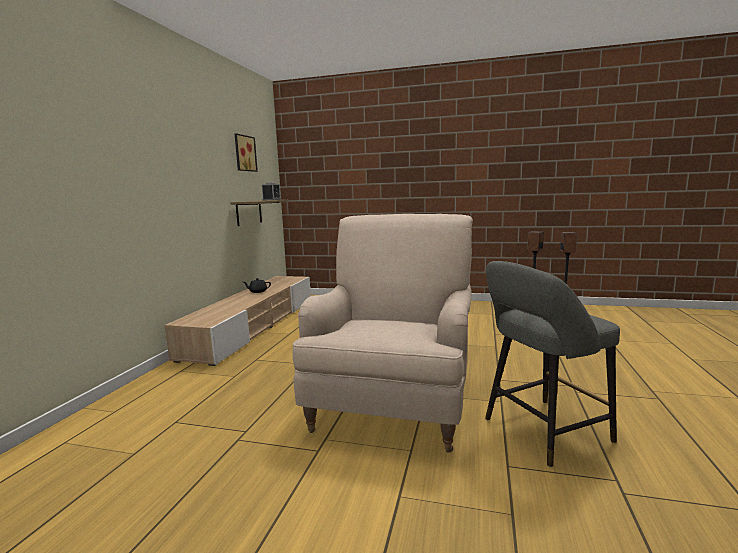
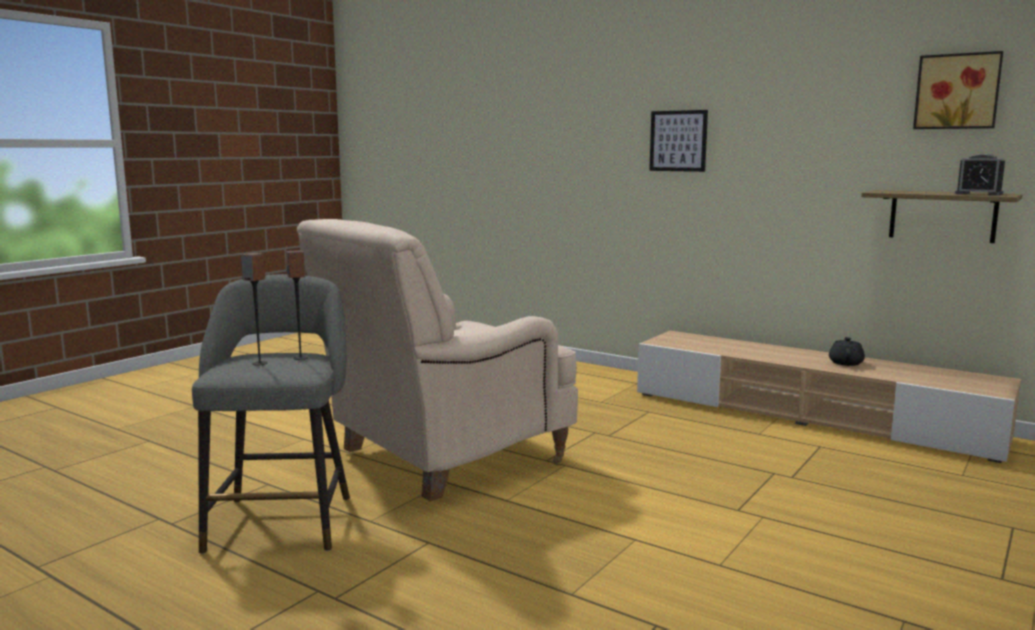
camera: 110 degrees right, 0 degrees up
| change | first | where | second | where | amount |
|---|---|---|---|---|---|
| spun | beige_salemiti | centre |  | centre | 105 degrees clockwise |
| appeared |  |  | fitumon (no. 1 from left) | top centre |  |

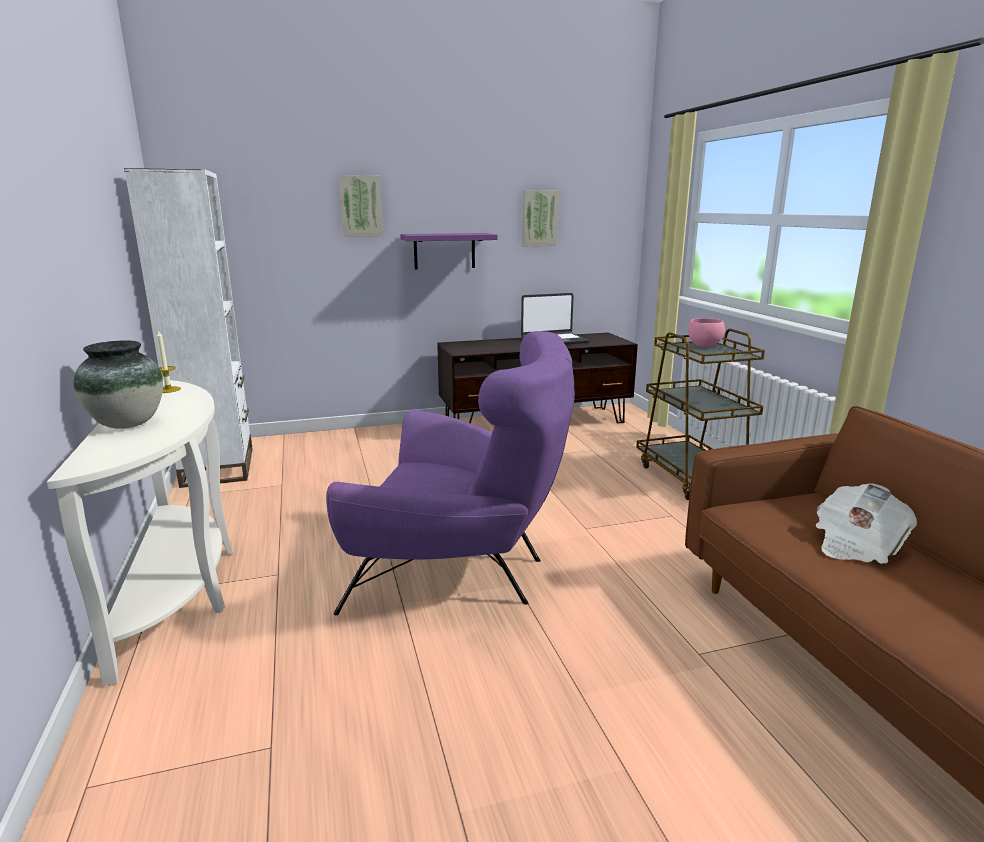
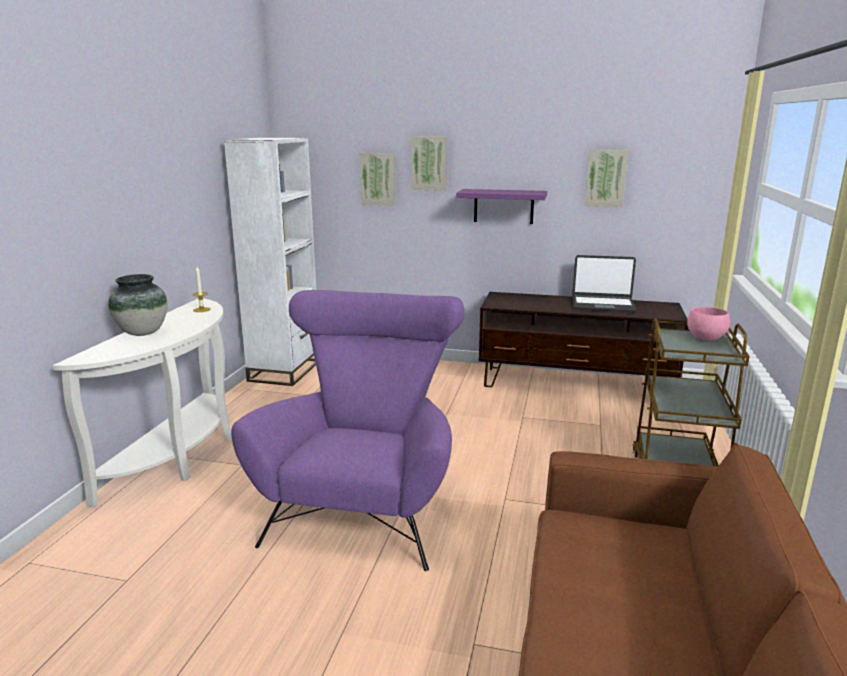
camera: 30 degrees right, 0 degrees up
| change | first | where | second | where | amount |
|---|---|---|---|---|---|
| spun | purple_salemiti | centre |  | centre | 120 degrees counterclockwise |
| appeared |  |  | fitumon (no. 1 from left) | top centre |  |
| missing | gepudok | middle right |  |  |  |

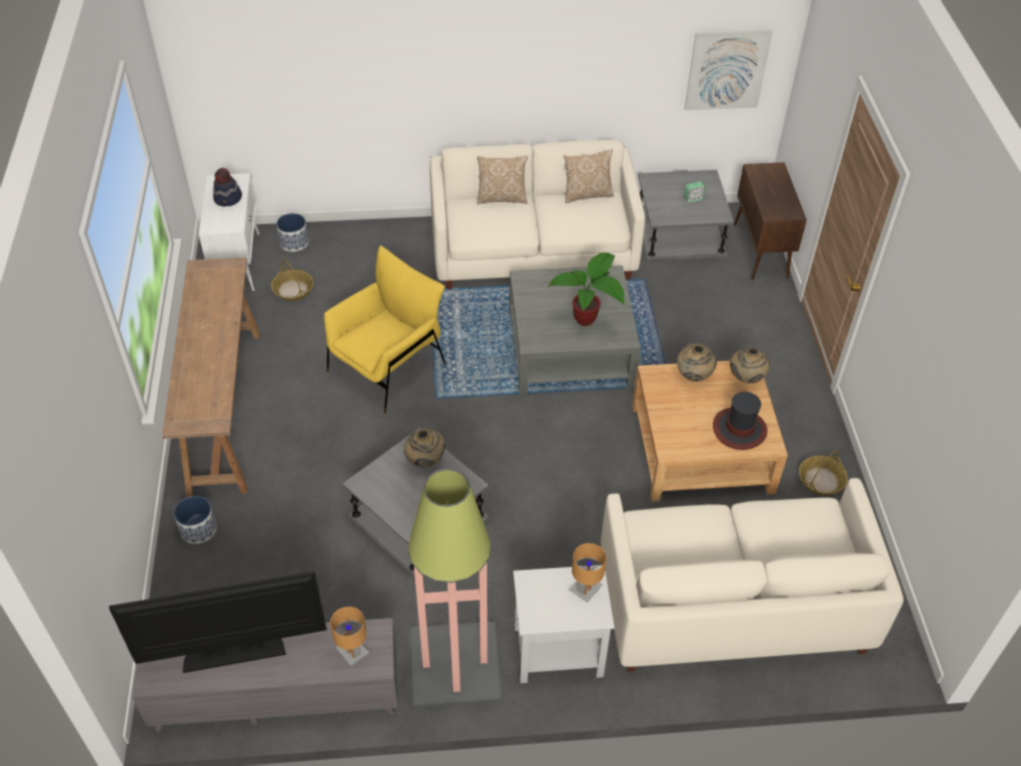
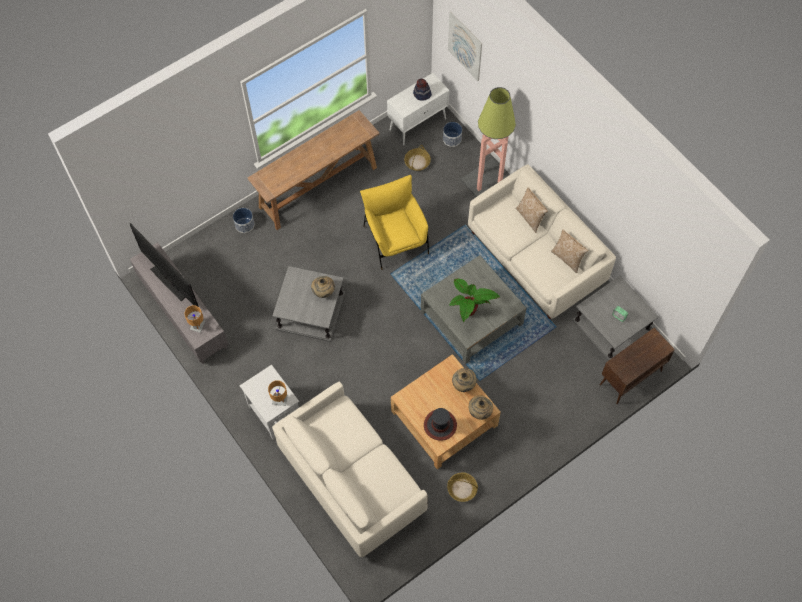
camera: 60 degrees right, 15 degrees up
| change | first | where | second | where | amount |
|---|---|---|---|---|---|
| spun | yellow_salemiti | centre |  | centre | 120 degrees counterclockwise |
| relocated | fitumon | top right |  | top centre |  |
| relocated | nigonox | bottom centre |  | top centre |  |

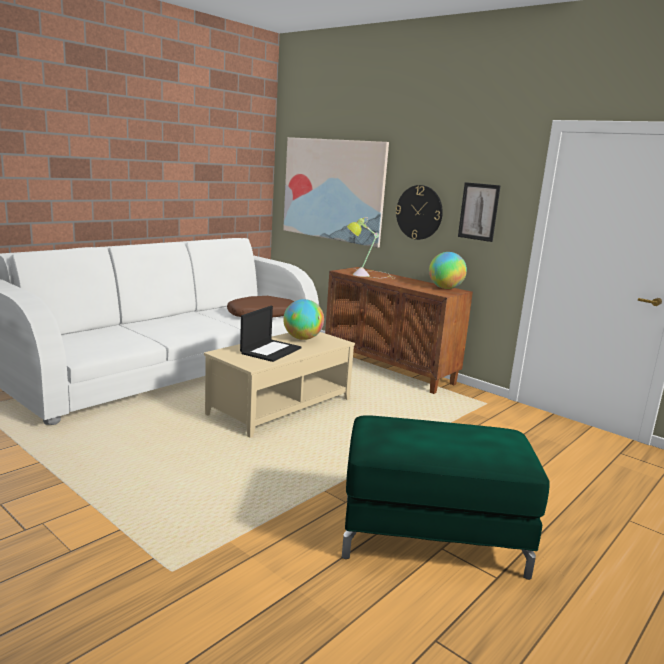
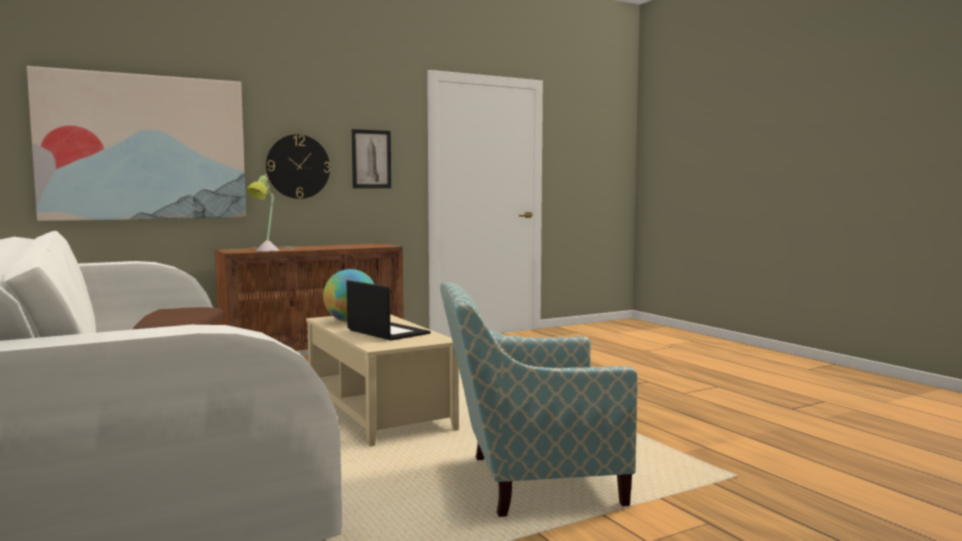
camera: 70 degrees left, 10 degrees down
| change | first | where | second | where | amount |
|---|---|---|---|---|---|
| appeared |  |  | salemiti | bottom centre |  |
| missing | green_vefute | bottom right |  |  |  |
| missing | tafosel (no. 2 from left) | middle right |  |  |  |

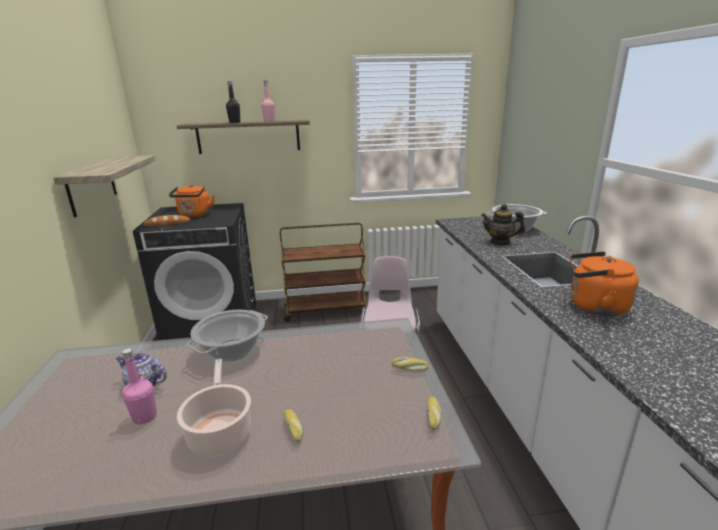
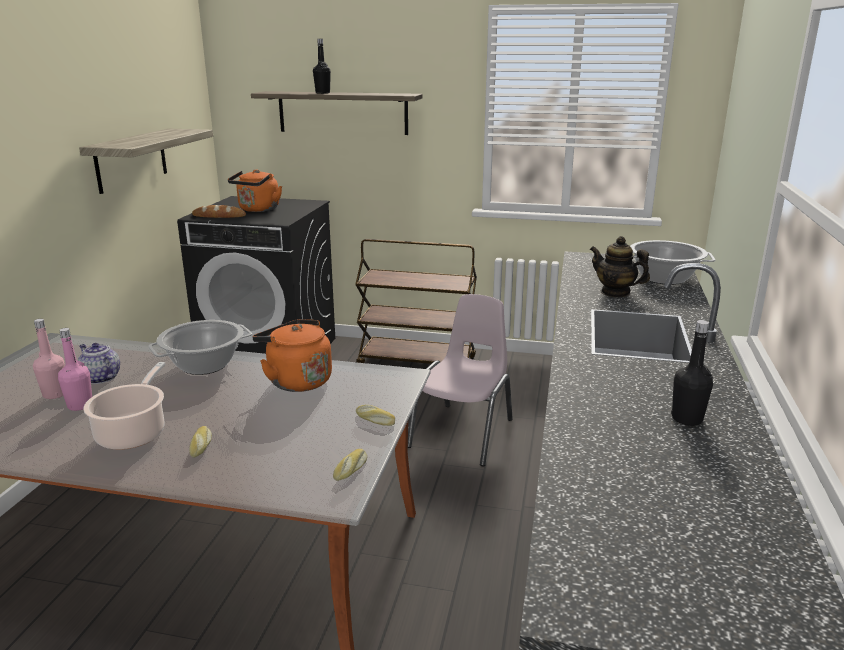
camera: 20 degrees right, 0 degrees up
| change | first | where | second | where | amount |
|---|---|---|---|---|---|
| relocated | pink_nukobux (no. 2 from left in the first image) | top centre | pink_nukobux (no. 1 from left) | middle left |  |
| relocated | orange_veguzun (no. 2 from left) | middle right |  | centre |  |
| appeared |  |  | black_nukobux (no. 2 from left) | middle right |  |

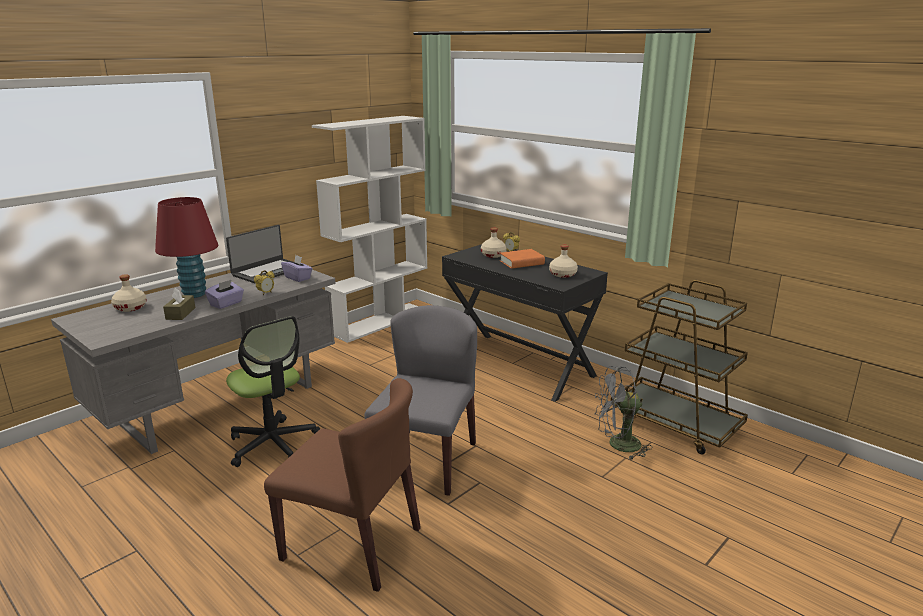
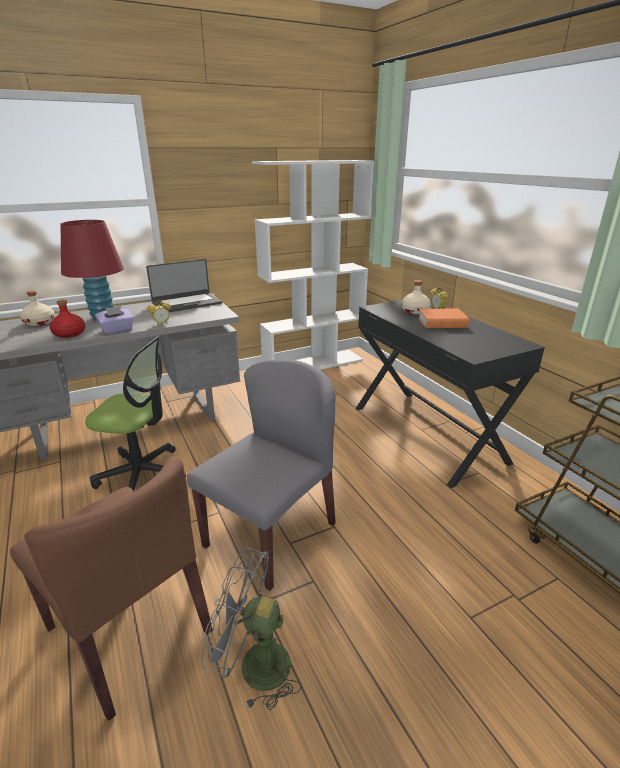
camera: 20 degrees right, 5 degrees up
| change | first | where | second | where | amount |
|---|---|---|---|---|---|
| exchanged | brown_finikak | middle left | red_nukobux | middle left |  |
| spun | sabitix | middle left |  | middle left | 60 degrees counterclockwise |
| relocated | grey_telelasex | bottom right |  | bottom centre |  |
| missing | purple_finikak (no. 2 from left) | middle left |  |  |  |
| missing | beige_nukobux (no. 3 from left) | centre |  |  |  |

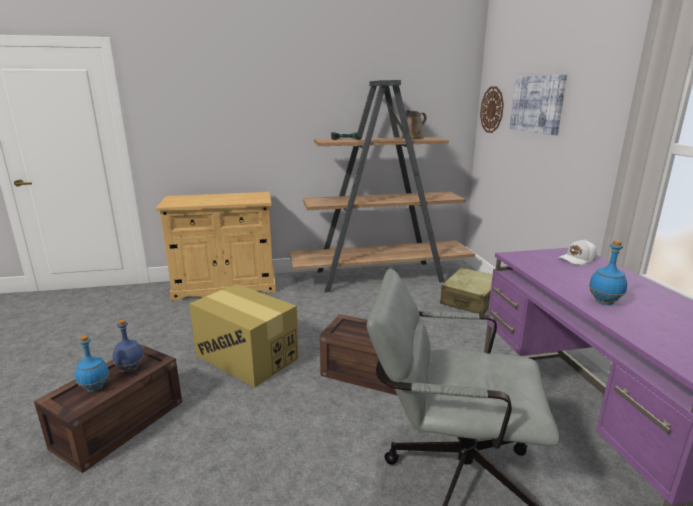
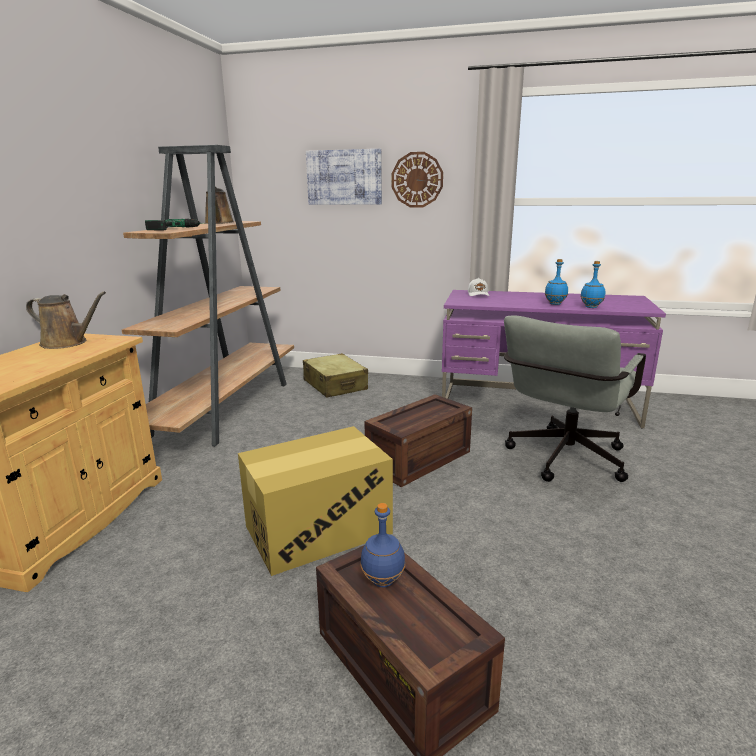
camera: 65 degrees left, 0 degrees up
| change | first | where | second | where | amount |
|---|---|---|---|---|---|
| appeared |  |  | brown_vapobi (no. 1 from left) | middle left |  |
| relocated | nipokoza | top right |  | top centre |  |
| relocated | blue_nukobux (no. 1 from left in the first image) | bottom left | blue_nukobux (no. 3 from left) | middle right |  |

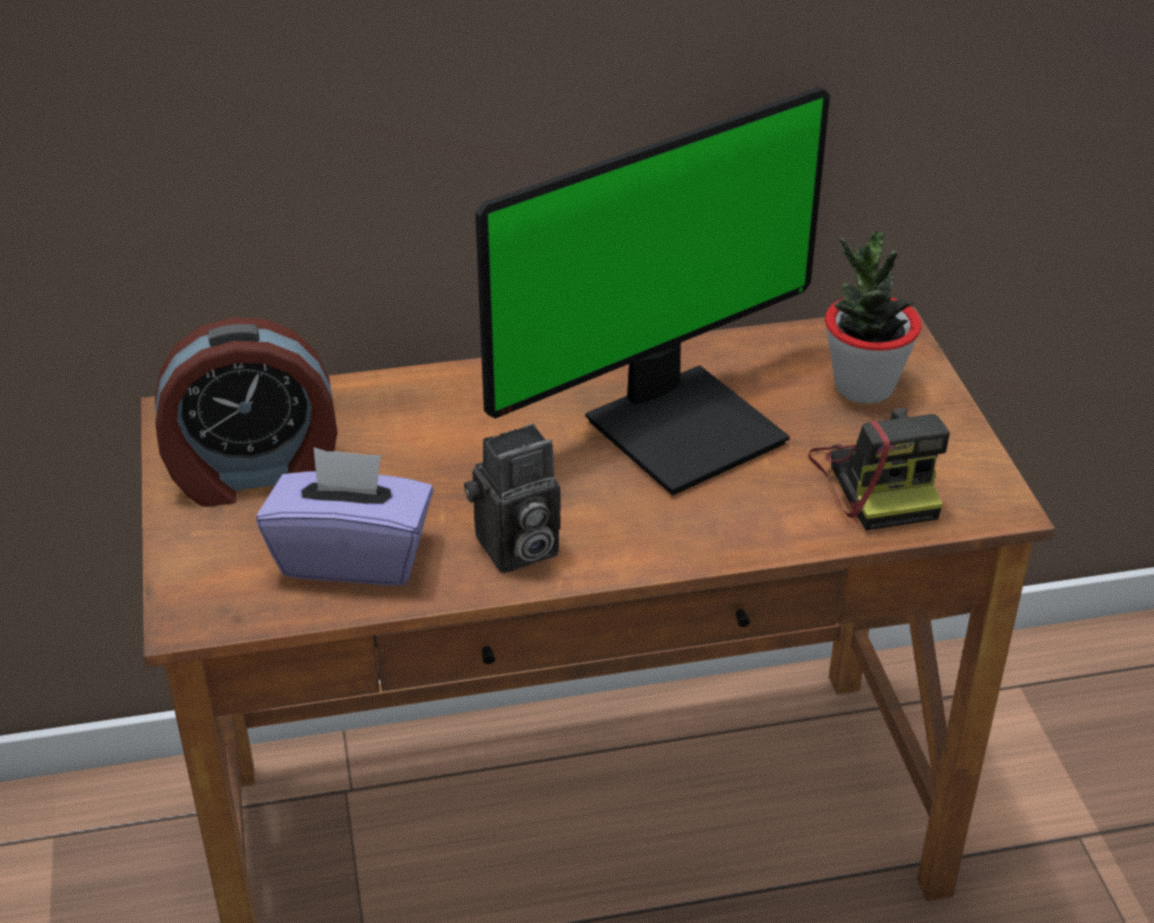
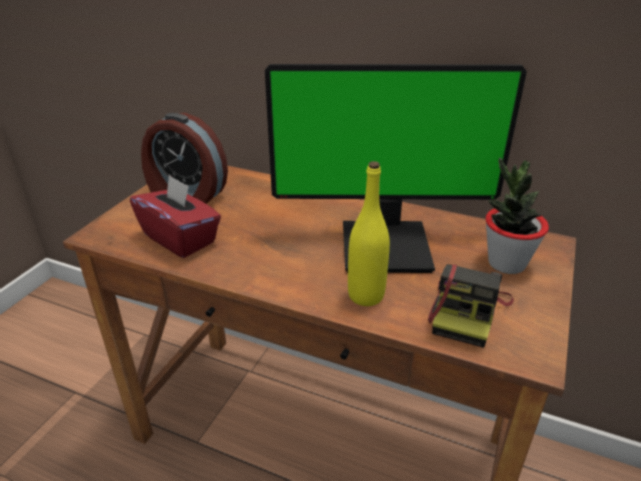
camera: 35 degrees right, 5 degrees down
| change | first | where | second | where | amount |
|---|---|---|---|---|---|
| colour | purple_finikak | middle left | red_finikak | middle left |  |
| appeared |  |  | yellow_nukobux | centre |  |
| missing | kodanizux (no. 1 from left) | centre |  |  |  |

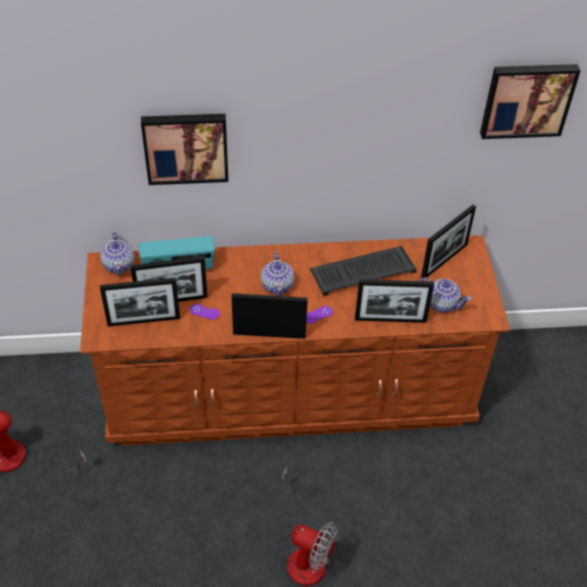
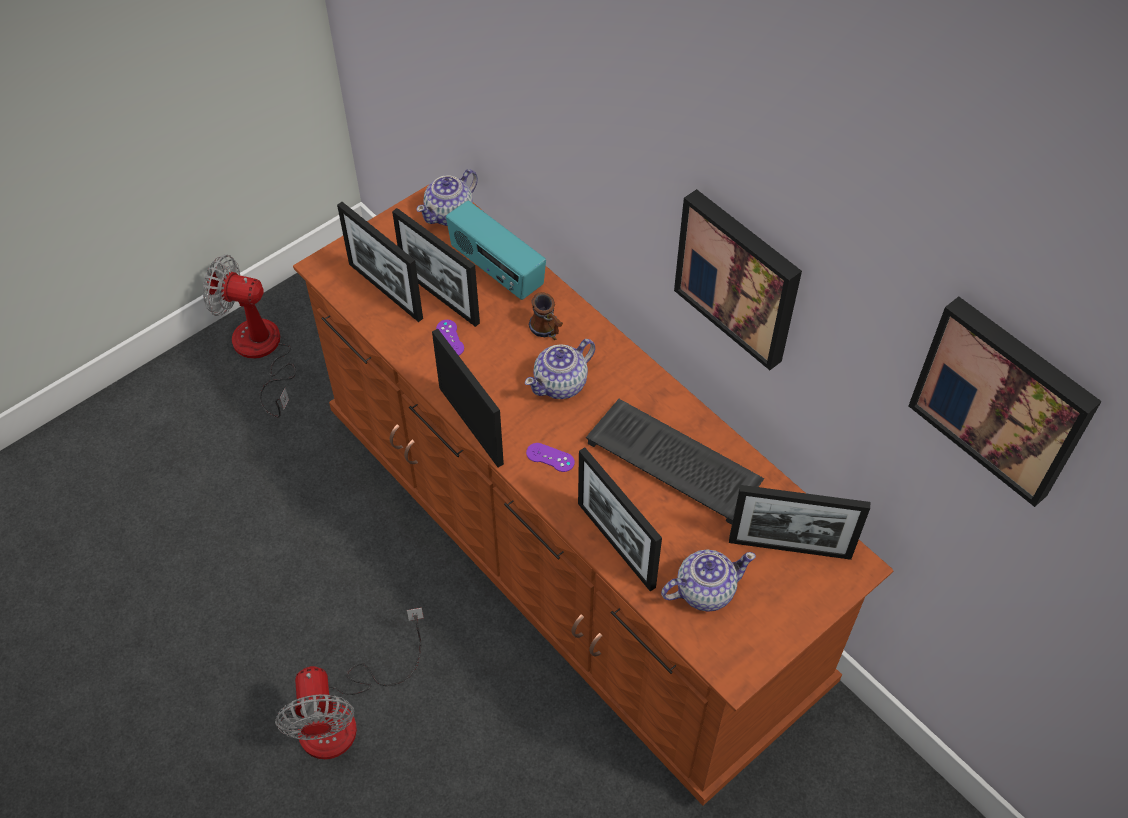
camera: 55 degrees right, 5 degrees up
| change | first | where | second | where | amount |
|---|---|---|---|---|---|
| appeared |  |  | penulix | centre |  |
| spun | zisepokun (no. 3 from left) | middle right |  | bottom centre | 105 degrees counterclockwise |
| relocated | fitumon (no. 1 from left) | top left |  | centre |  |

